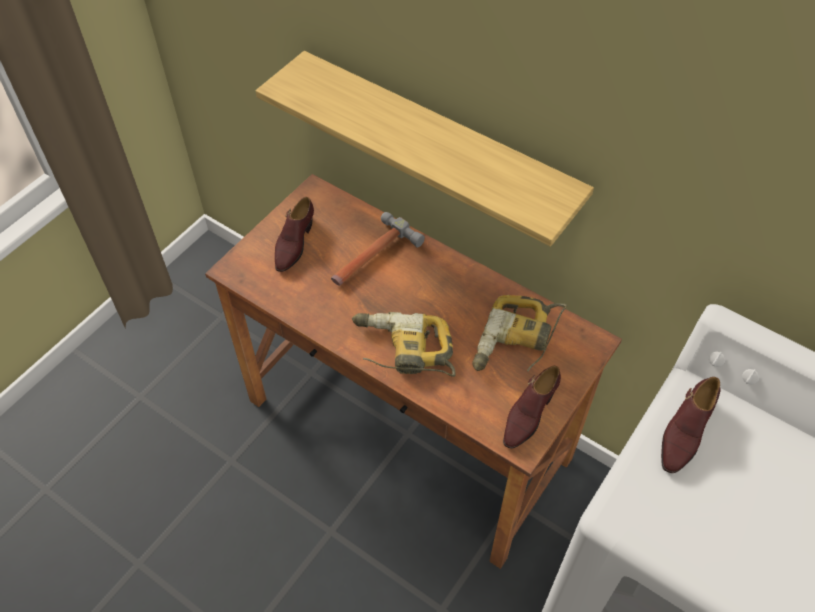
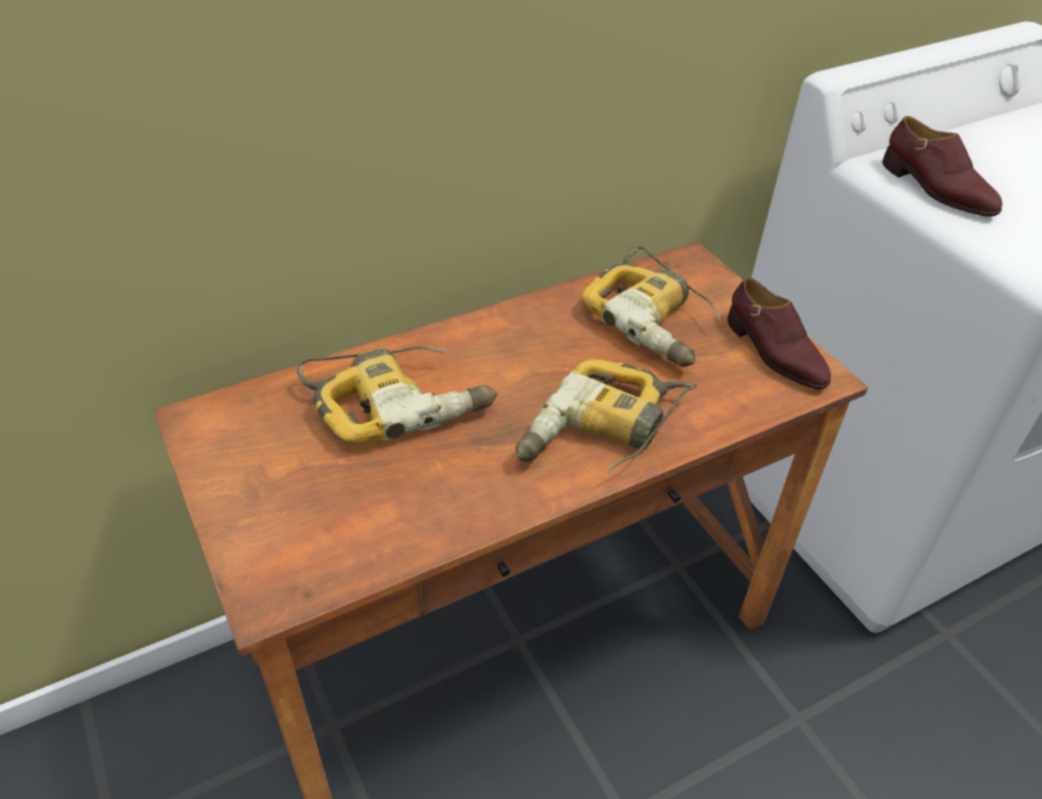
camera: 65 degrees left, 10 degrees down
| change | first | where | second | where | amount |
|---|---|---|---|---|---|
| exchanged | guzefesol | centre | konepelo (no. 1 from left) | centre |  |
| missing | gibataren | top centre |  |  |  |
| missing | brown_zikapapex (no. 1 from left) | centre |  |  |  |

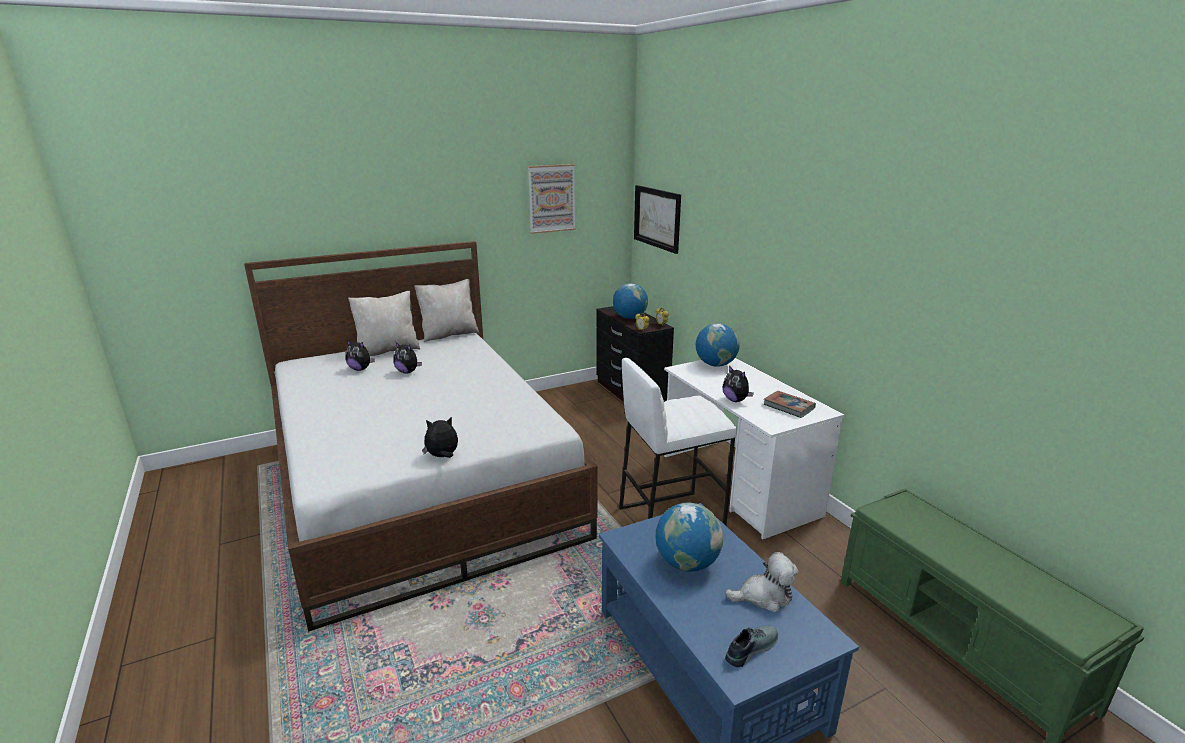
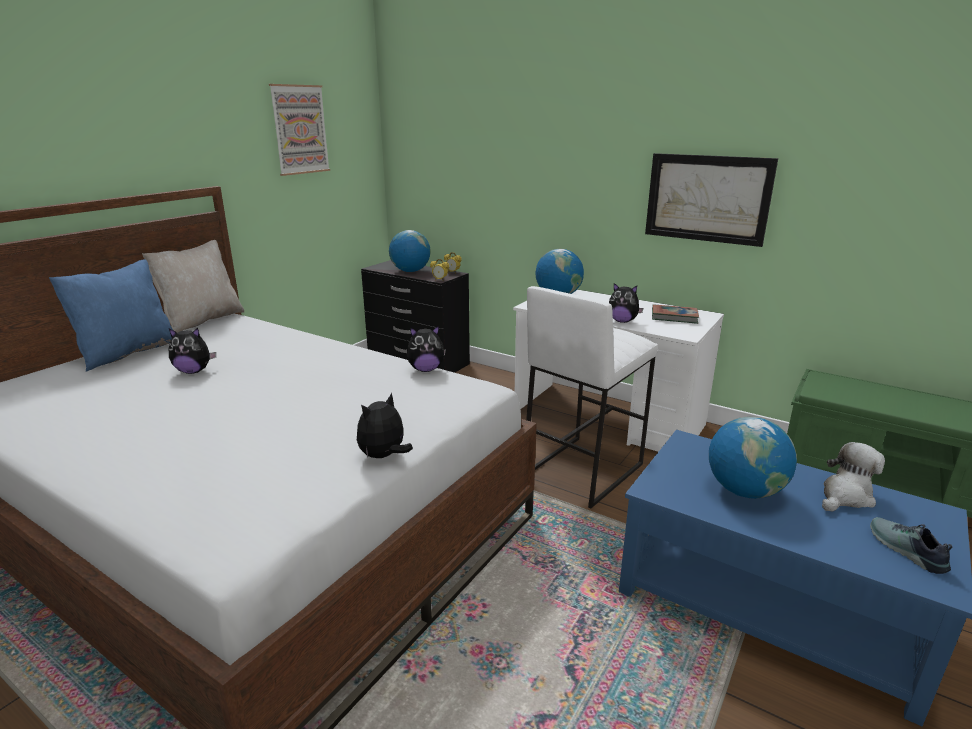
camera: 30 degrees left, 0 degrees up
| change | first | where | second | where | amount |
|---|---|---|---|---|---|
| colour | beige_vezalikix (no. 1 from left) | middle left | blue_vezalikix | middle left |  |
| relocated | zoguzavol (no. 1 from left in the first image) | middle left | zoguzavol (no. 3 from left) | centre |  |
| relocated | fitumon (no. 2 from left) | top centre |  | top right |  |
| spun | zikapapex | bottom centre |  | bottom right | 45 degrees counterclockwise |

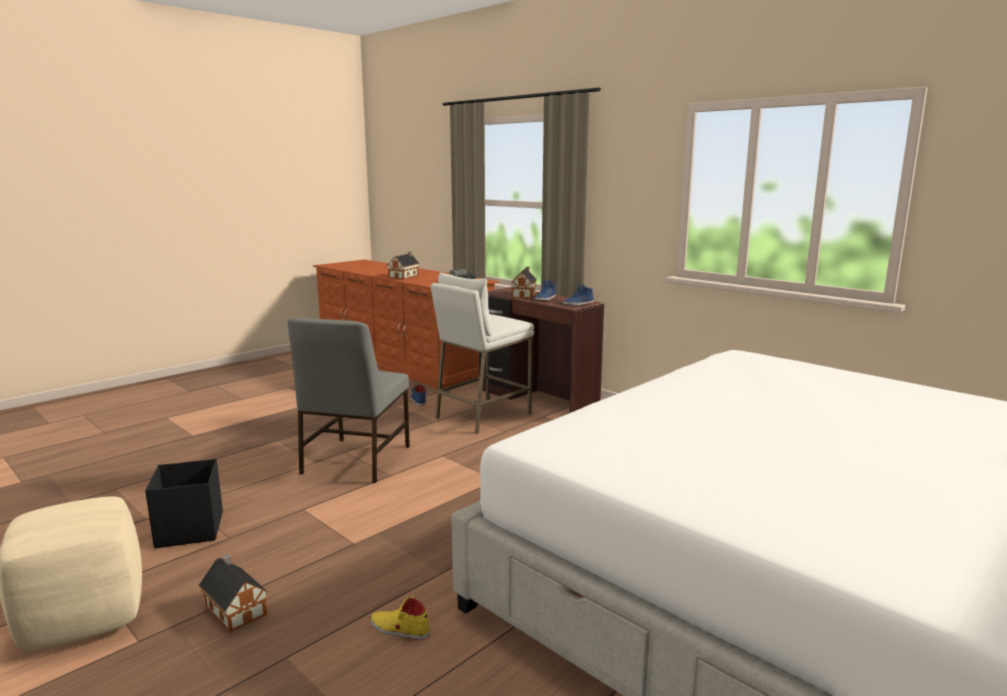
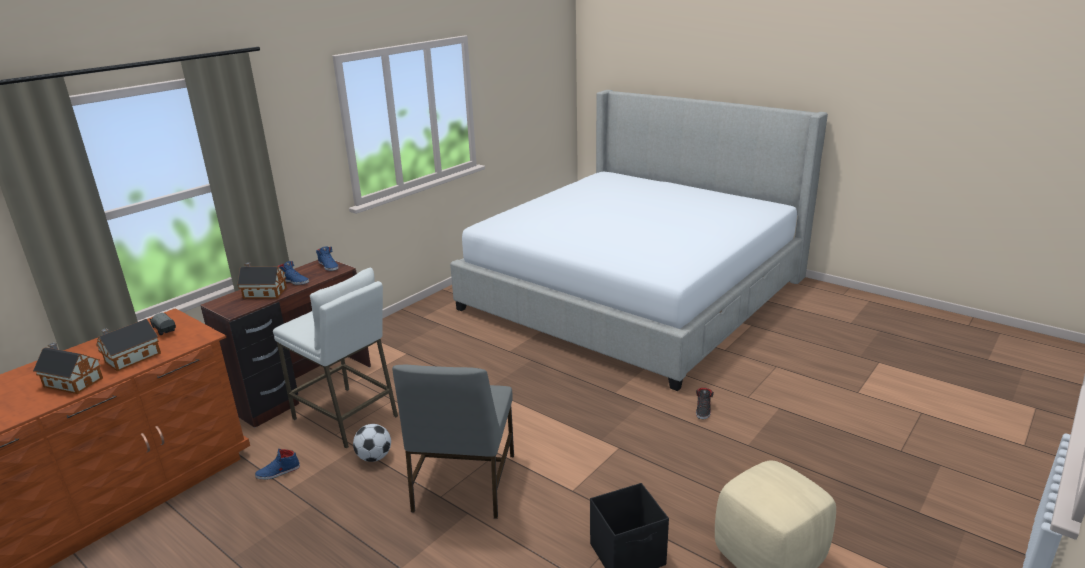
camera: 95 degrees left, 10 degrees up
| change | first | where | second | where | amount |
|---|---|---|---|---|---|
| relocated | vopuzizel (no. 1 from left in the first image) | bottom left | vopuzizel (no. 2 from left) | middle left |  |
| appeared |  |  | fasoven | bottom centre |  |
| spun | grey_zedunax | centre |  | bottom centre | 90 degrees clockwise |
| colour | yellow_zikapapex | bottom centre | black_zikapapex | bottom centre |  |

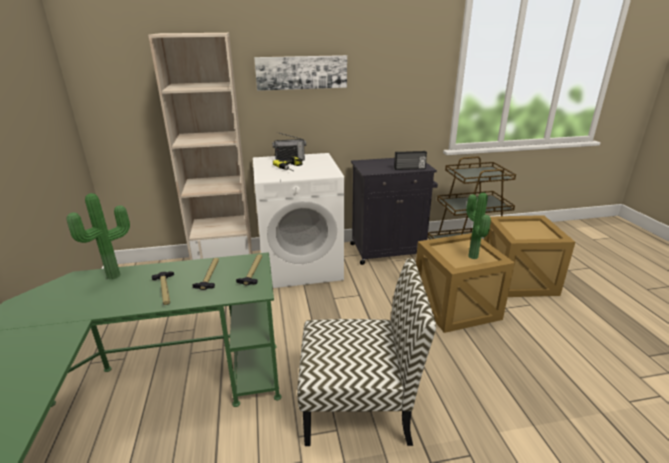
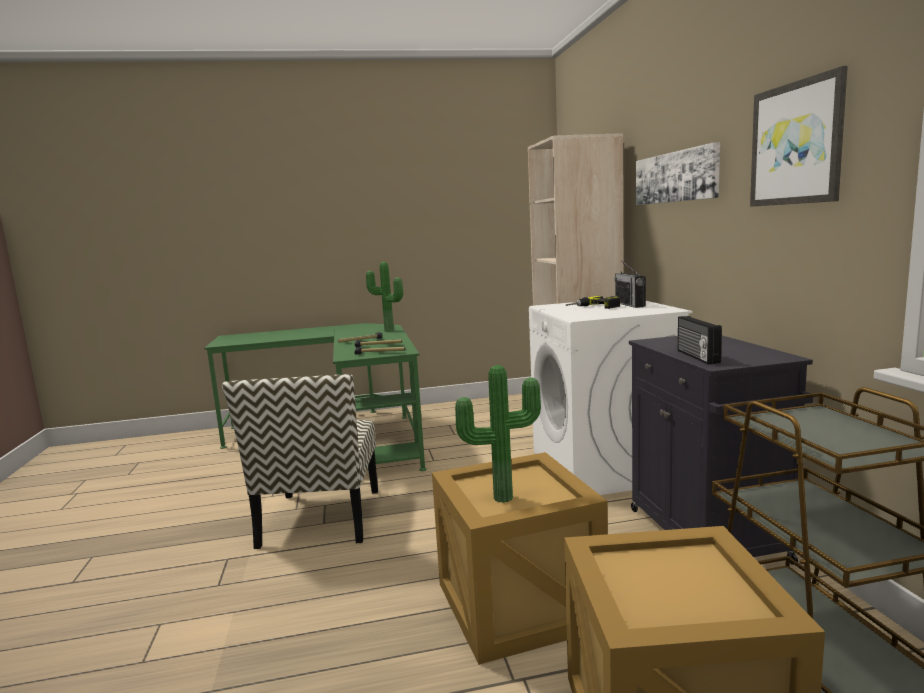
camera: 90 degrees right, 15 degrees down
| change | first | where | second | where | amount |
|---|---|---|---|---|---|
| appeared |  |  | fitumon (no. 2 from left) | top right |  |

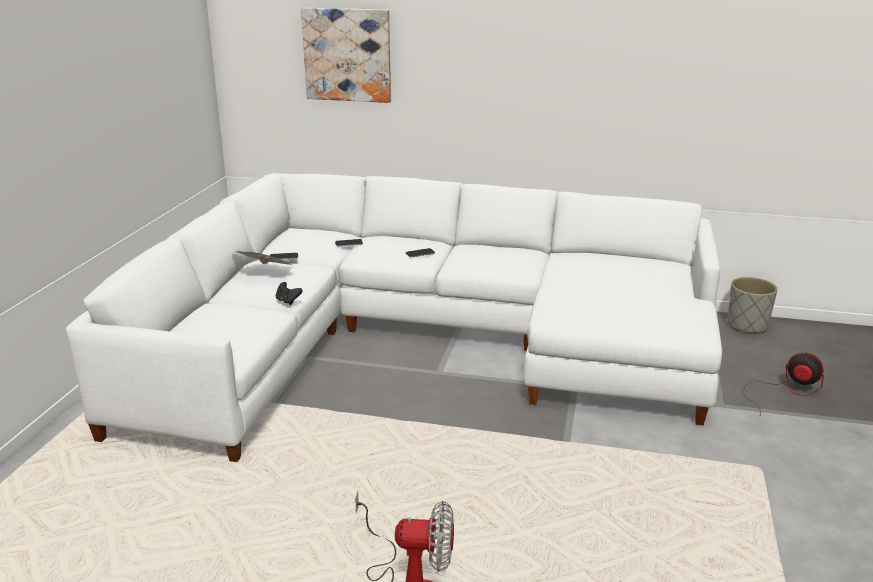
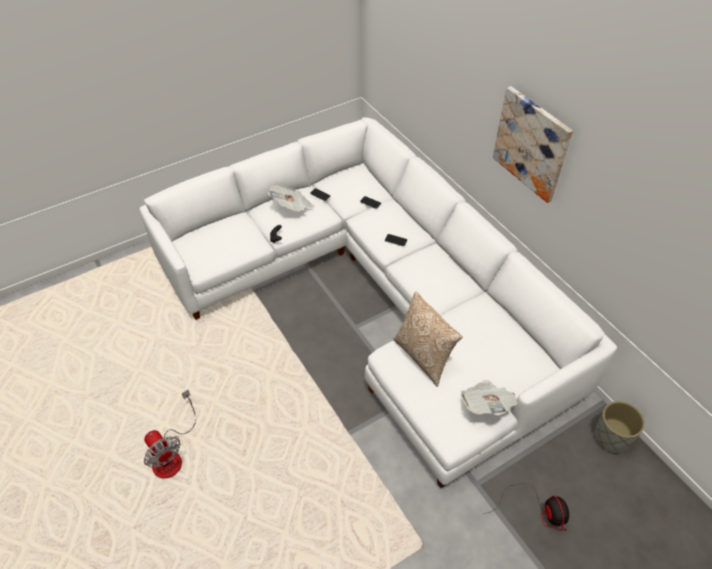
camera: 45 degrees right, 25 degrees up
| change | first | where | second | where | amount |
|---|---|---|---|---|---|
| appeared |  |  | vezalikix | centre |  |
| appeared |  |  | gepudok (no. 2 from left) | bottom right |  |
| relocated | fitumon | top centre |  | top right |  |

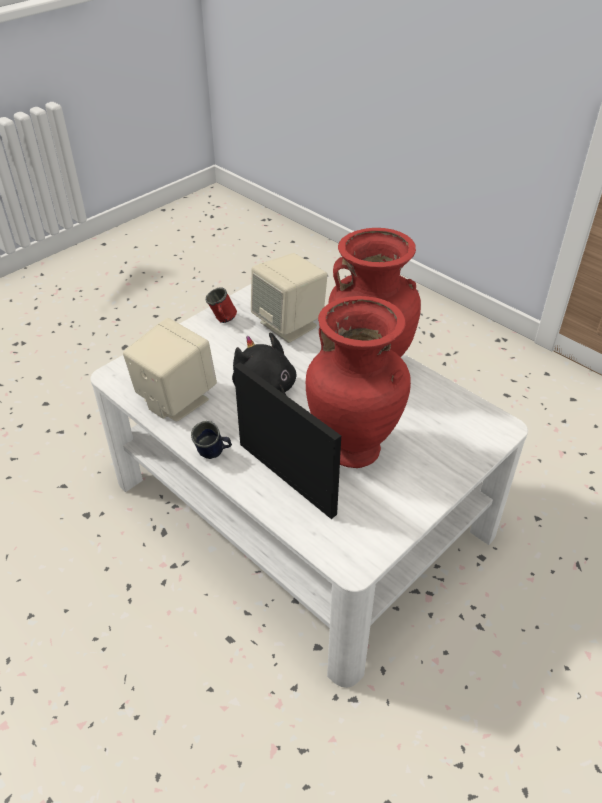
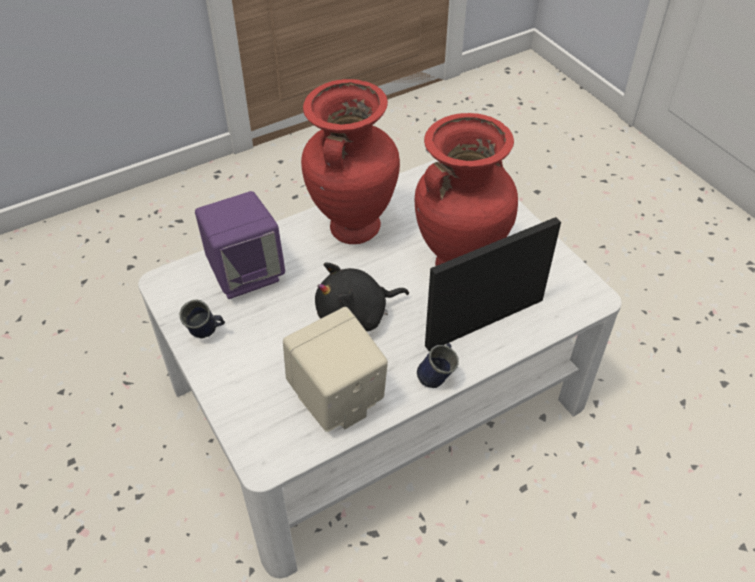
camera: 75 degrees left, 5 degrees up
| change | first | where | second | where | amount |
|---|---|---|---|---|---|
| colour | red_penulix | centre | blue_penulix (no. 1 from left) | middle left |  |
| colour | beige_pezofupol (no. 2 from left) | centre | purple_pezofupol | middle left |  |

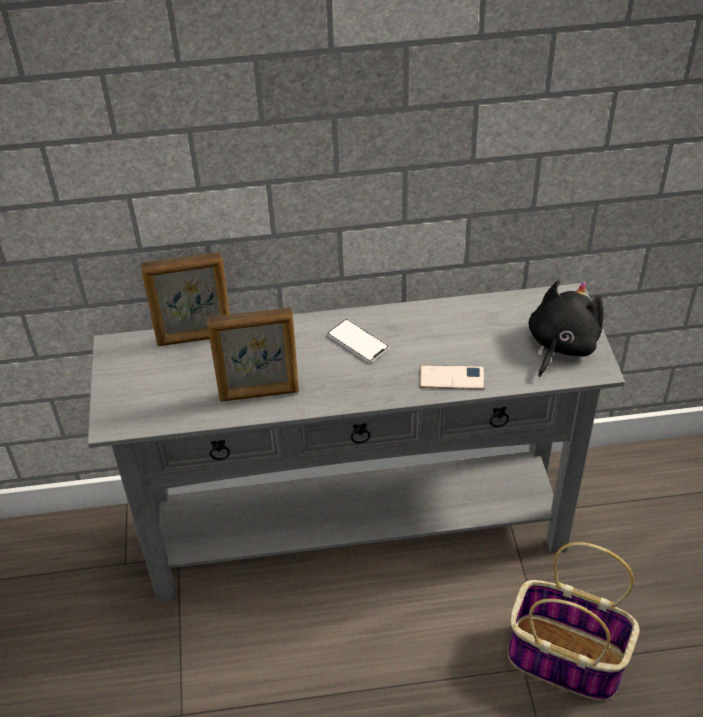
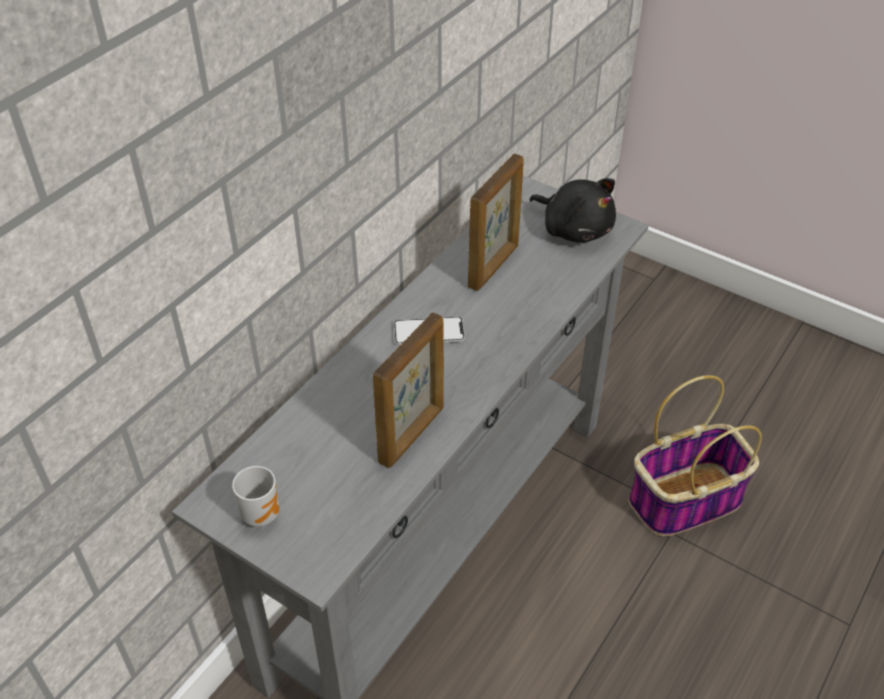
camera: 50 degrees left, 0 degrees up
| change | first | where | second | where | amount |
|---|---|---|---|---|---|
| appeared |  |  | penulix | bottom left |  |
| relocated | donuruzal (no. 1 from left in the first image) | middle left | donuruzal (no. 2 from left) | top centre |  |
| spun | black_zoguzavol | middle right |  | top centre | 150 degrees clockwise |
| missing | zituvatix (no. 2 from left) | centre |  |  |  |

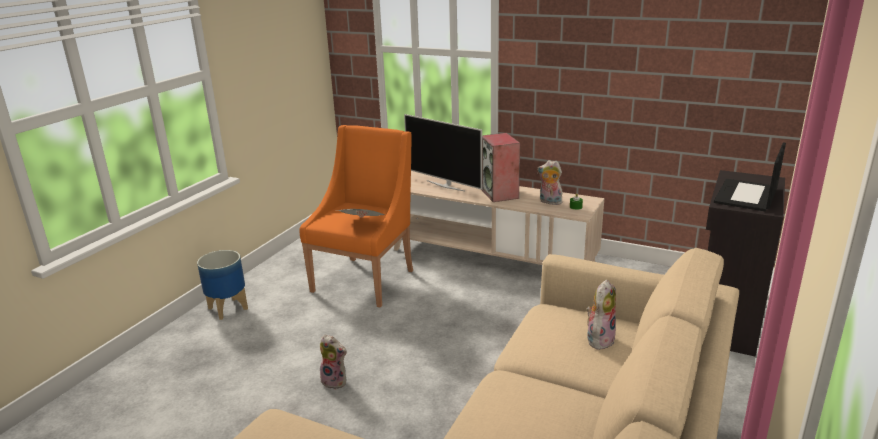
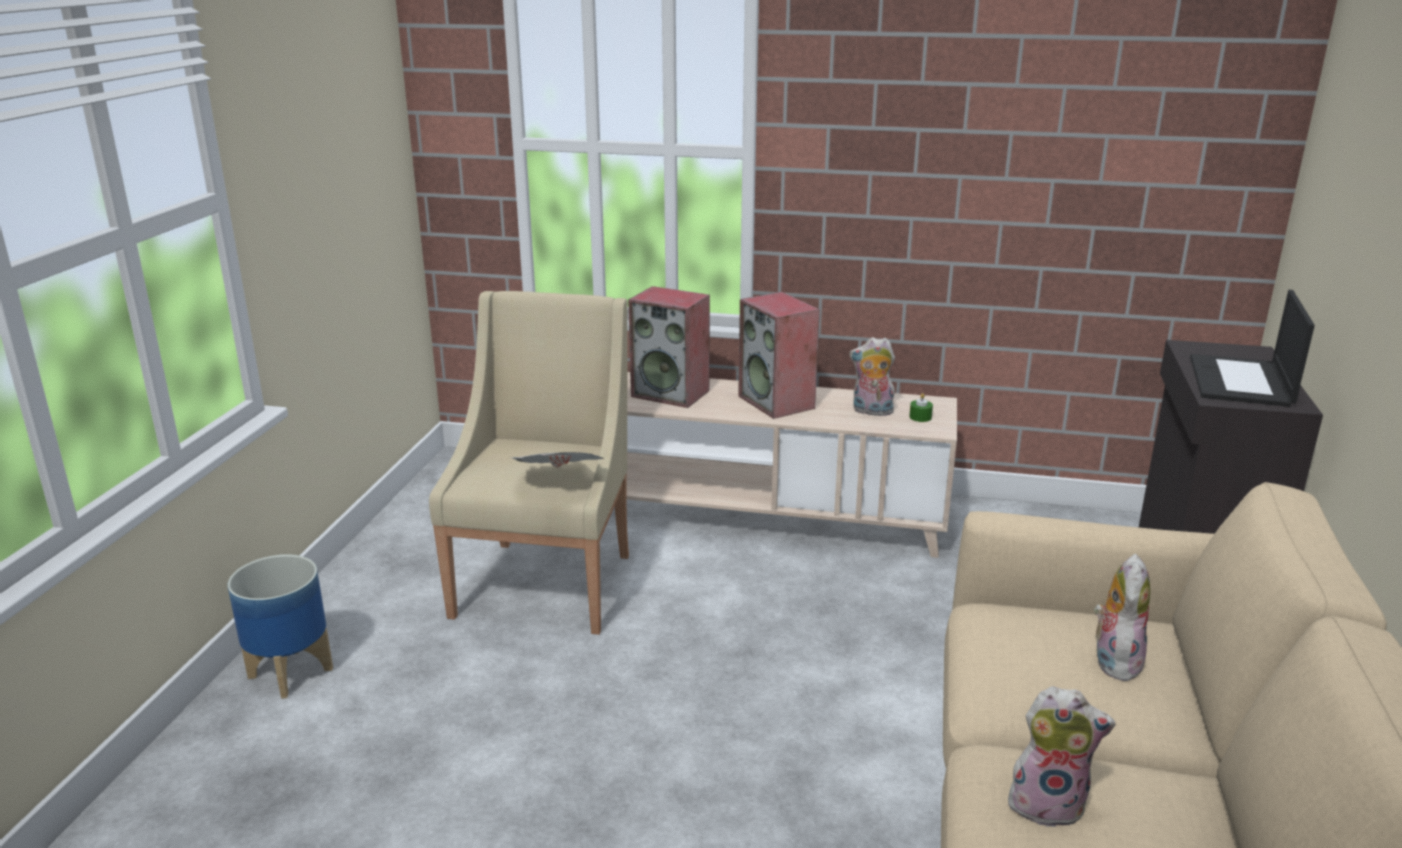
camera: 15 degrees left, 0 degrees up
| change | first | where | second | where | amount |
|---|---|---|---|---|---|
| colour | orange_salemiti | centre | beige_salemiti | centre |  |
| exchanged | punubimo | centre | pezofupol (no. 1 from left) | centre |  |
| relocated | zoguzavol (no. 1 from left in the first image) | bottom centre | zoguzavol (no. 2 from left) | bottom right |  |

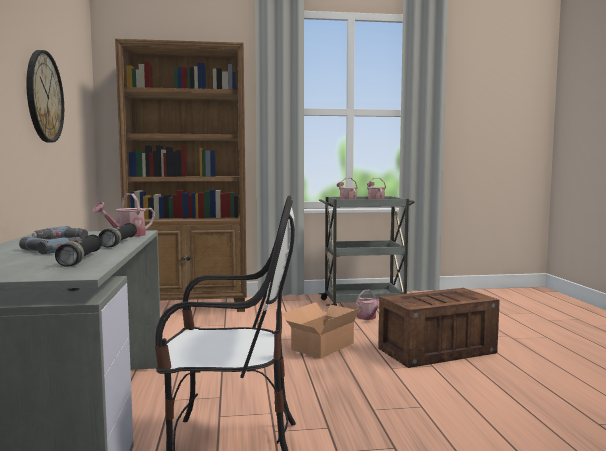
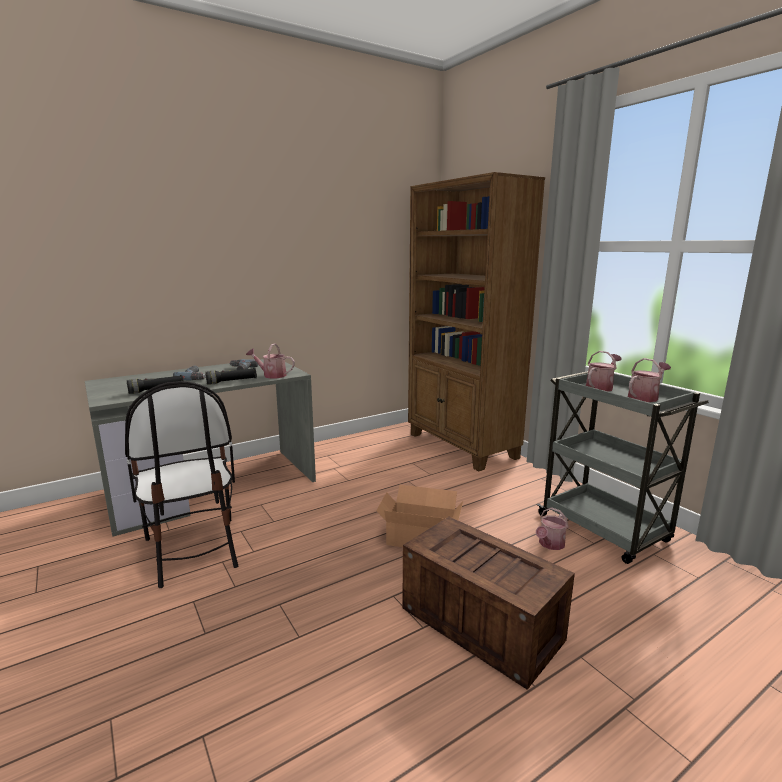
camera: 65 degrees right, 10 degrees up
| change | first | where | second | where | amount |
|---|---|---|---|---|---|
| missing | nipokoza | top left |  |  |  |

